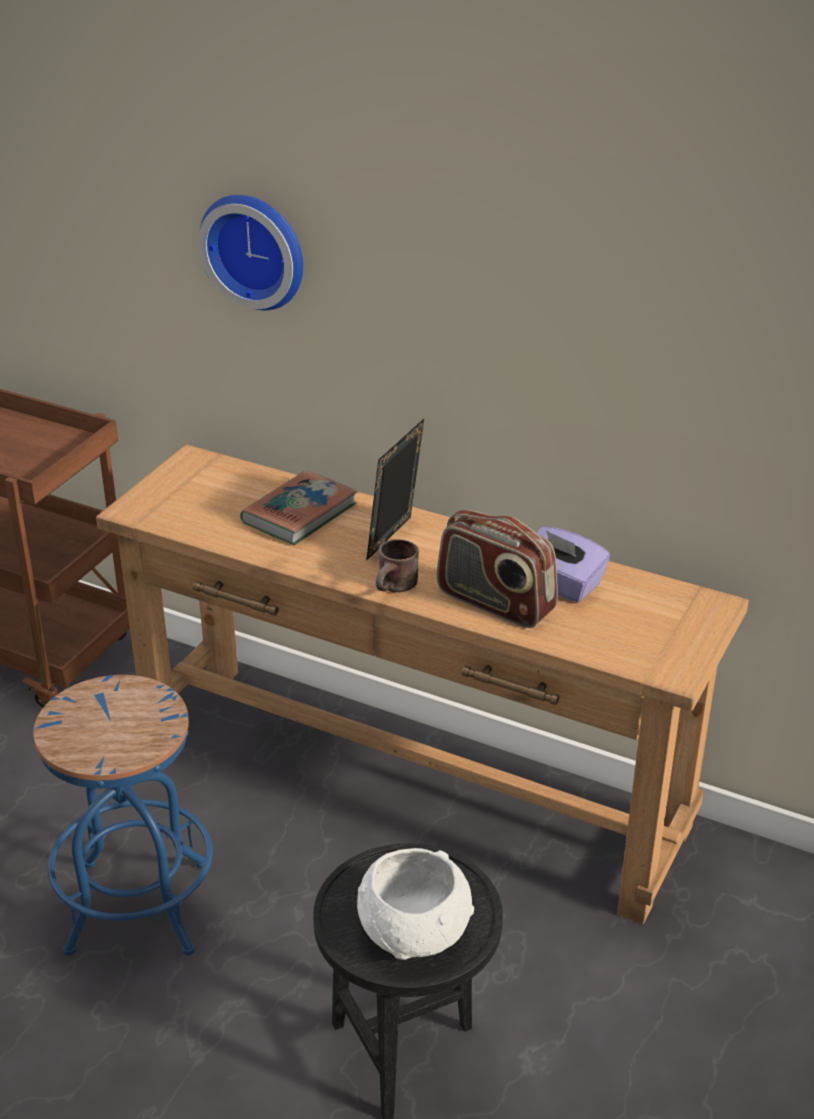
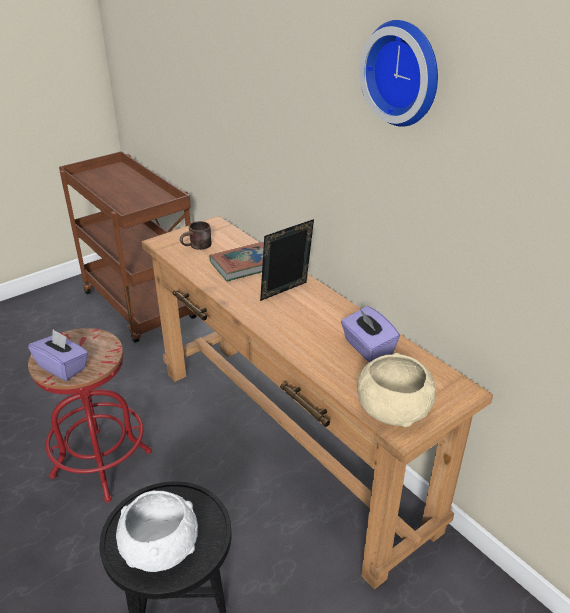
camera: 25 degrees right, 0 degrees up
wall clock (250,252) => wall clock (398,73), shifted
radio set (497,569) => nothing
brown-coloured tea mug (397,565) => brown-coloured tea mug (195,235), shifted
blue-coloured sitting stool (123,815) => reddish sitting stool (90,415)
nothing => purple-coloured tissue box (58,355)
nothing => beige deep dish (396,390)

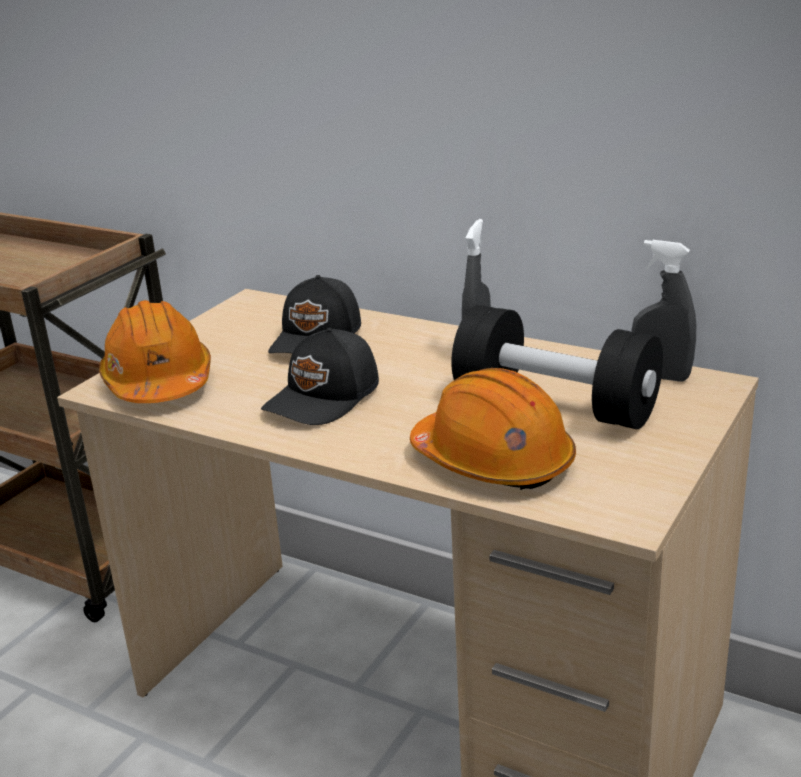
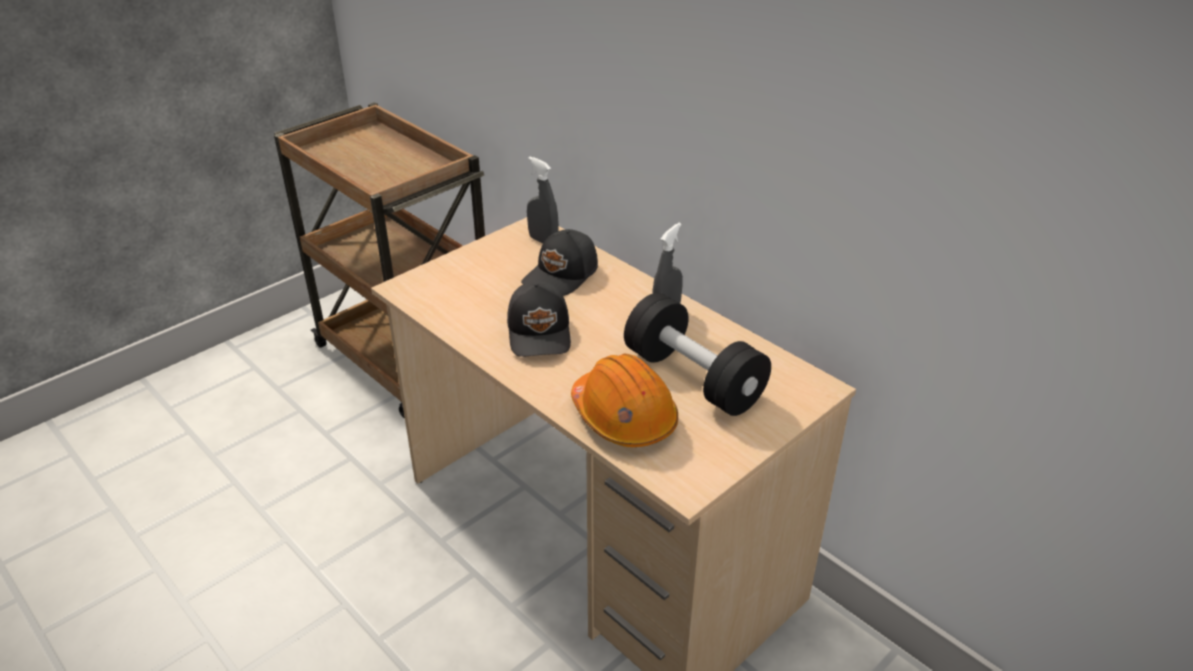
camera: 15 degrees right, 10 degrees up
grey sprayer (664,311) => grey sprayer (543,200), shifted
orangey safety helmet (155,351) => nothing
black-coloured cap (320,376) => black-coloured cap (539,319), 60 degrees counterclockwise

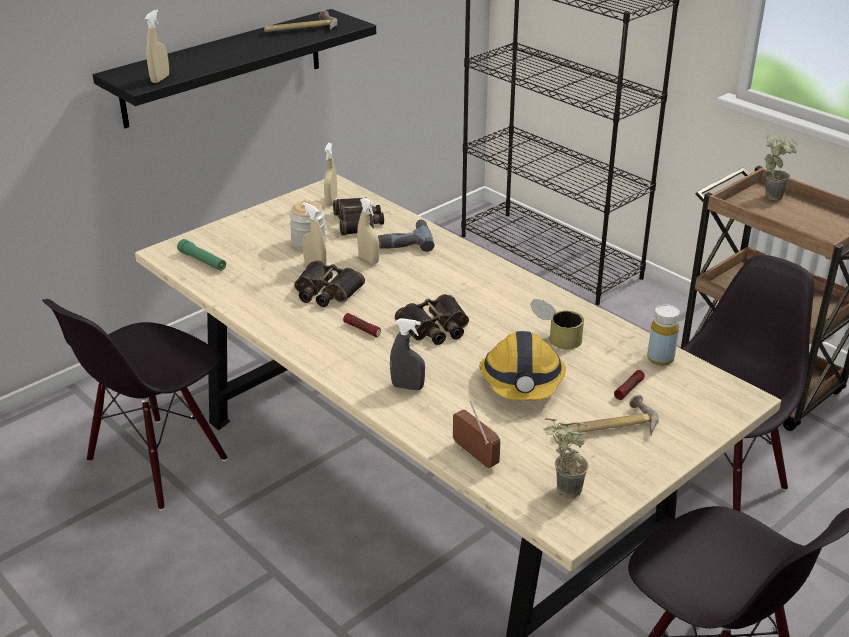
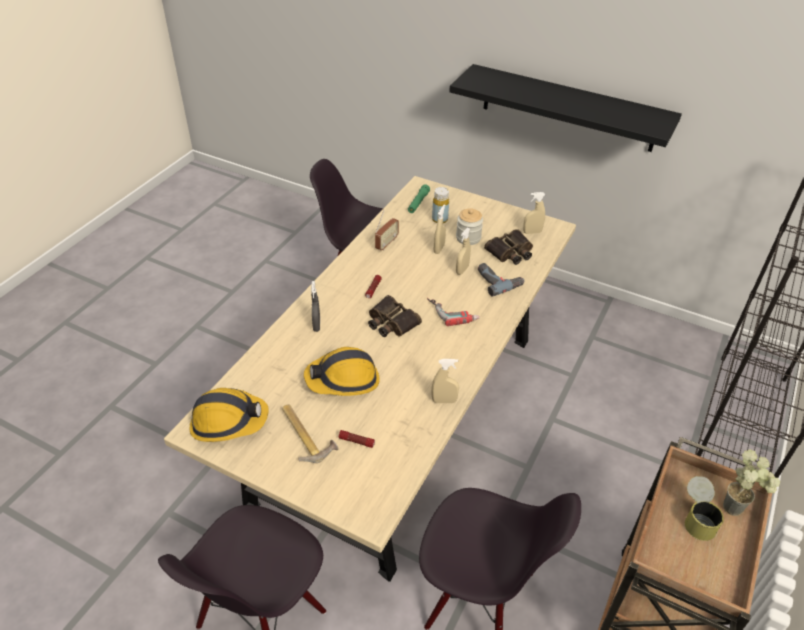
camera: 70 degrees right, 10 degrees up
beige sprayer (157,46) => beige sprayer (445,381), shifted
tool hammer (301,21) => nothing
binoculars (329,283) => nothing
sealed can (557,324) => sealed can (704,508), shifted
yellowish beverage bottle (663,335) => yellowish beverage bottle (440,205), shifted
radio set (476,434) => radio set (387,230), shifted
plant in a pot (566,459) => safety helmet (229,415)
nothing => power drill (453,312)

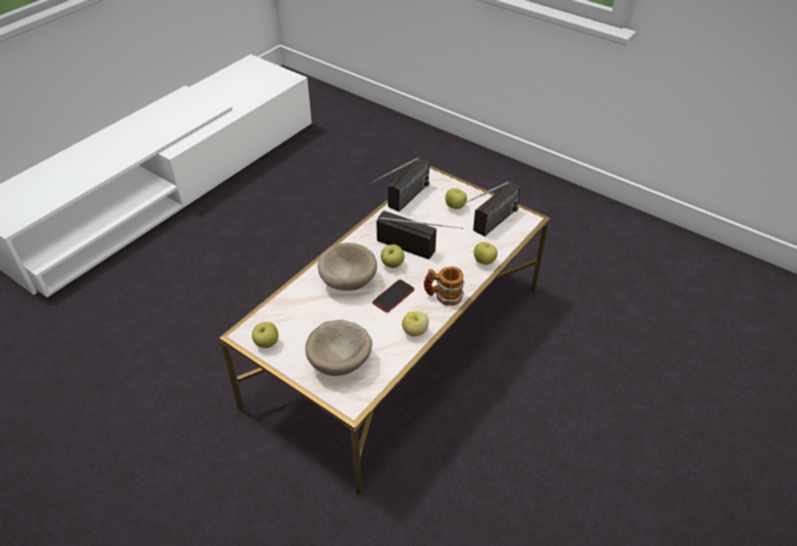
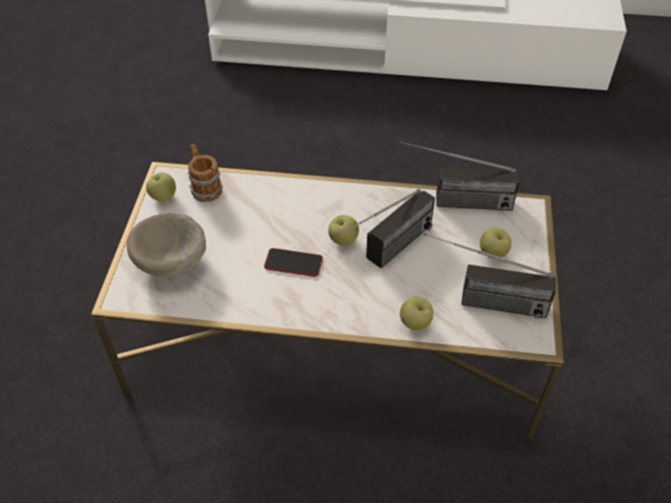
camera: 60 degrees right, 5 degrees up
radio set (419,235) => radio set (386,228), 45 degrees clockwise
beige deep dish (347,267) => nothing
tea mug (444,286) => tea mug (205,173), shifted
apple fruit (415,324) => nothing

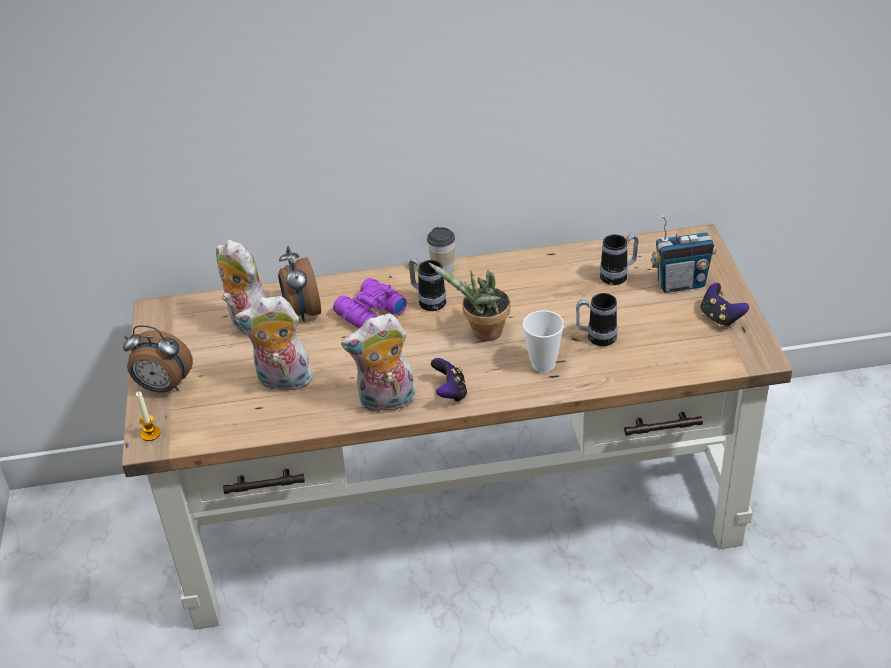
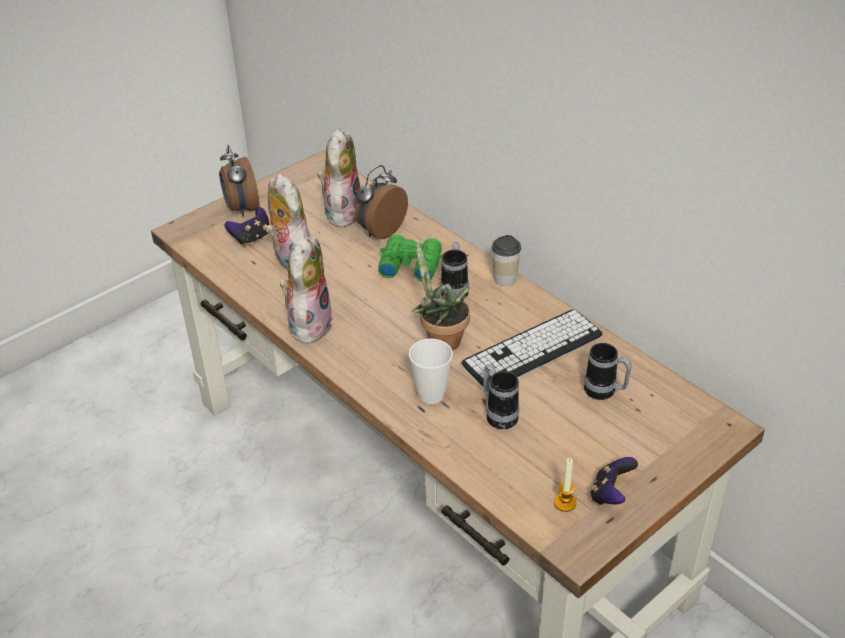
camera: 55 degrees right, 0 degrees up
radio set (683,254) => nothing
purple-coloured binoculars (370,303) => greenish binoculars (410,258)
cuddly toy (378,363) => cuddly toy (306,289), 60 degrees clockwise
gamepad (449,380) => gamepad (247,227), shifted
candle (148,416) => candle (565,485), shifted
nothing => computer keyboard (532,347)

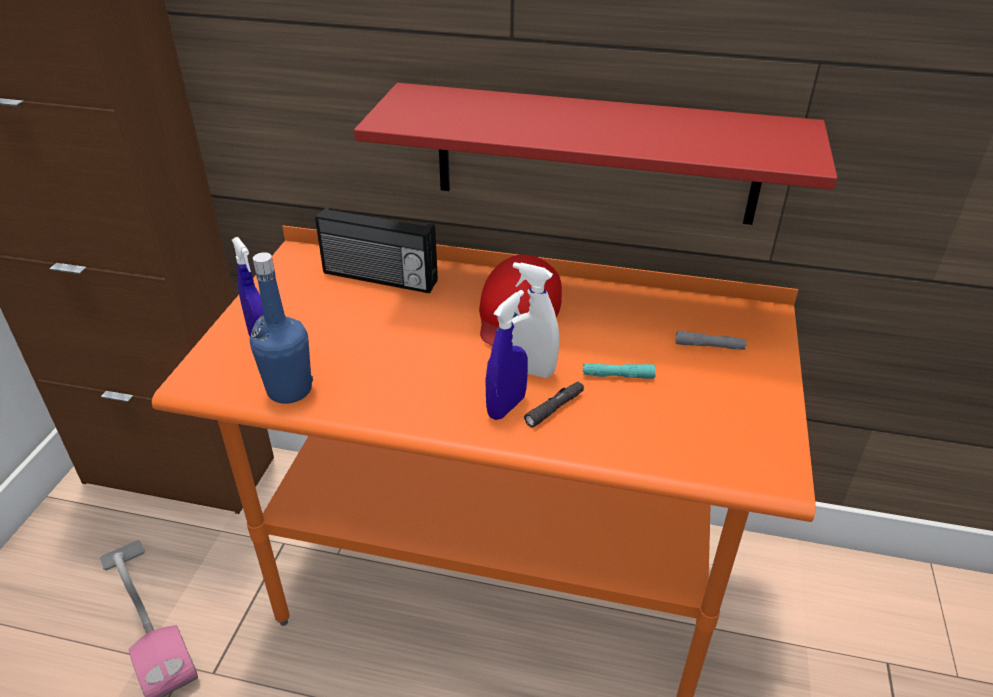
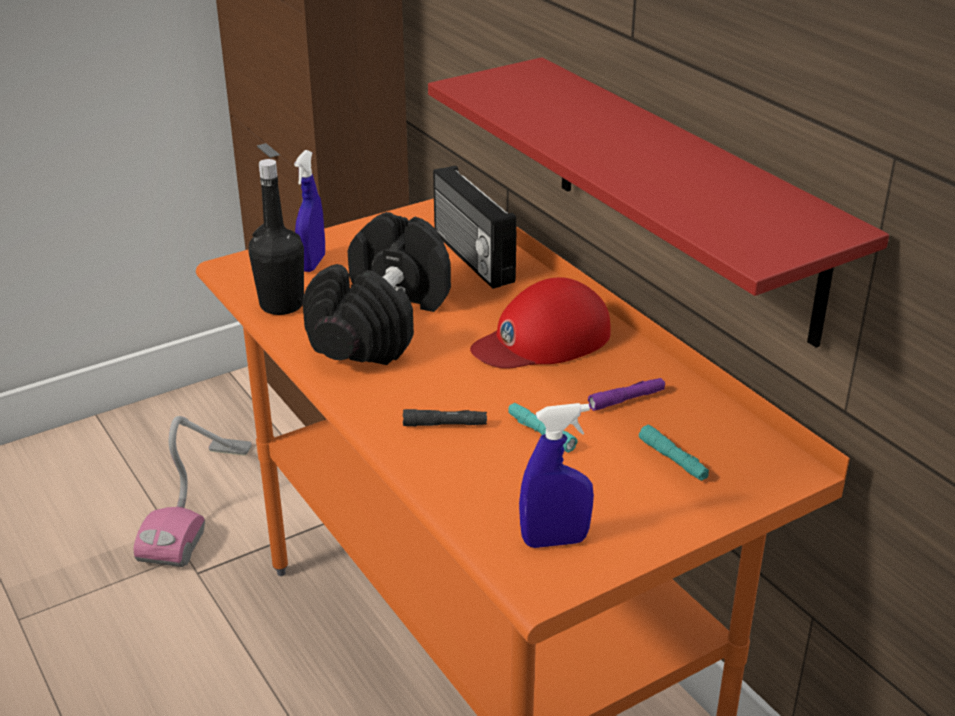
camera: 45 degrees right, 5 degrees down
blue-coloured beverage bottle (281,328) => black-coloured beverage bottle (276,237)
white-coloured sprayer (535,320) => nothing
blue-coloured sprayer (507,355) => blue-coloured sprayer (556,475), shifted
grey torch (711,340) => blue-green torch (674,453)
nothing => black-coloured free weight (376,288)
nothing => purple-coloured torch (626,394)

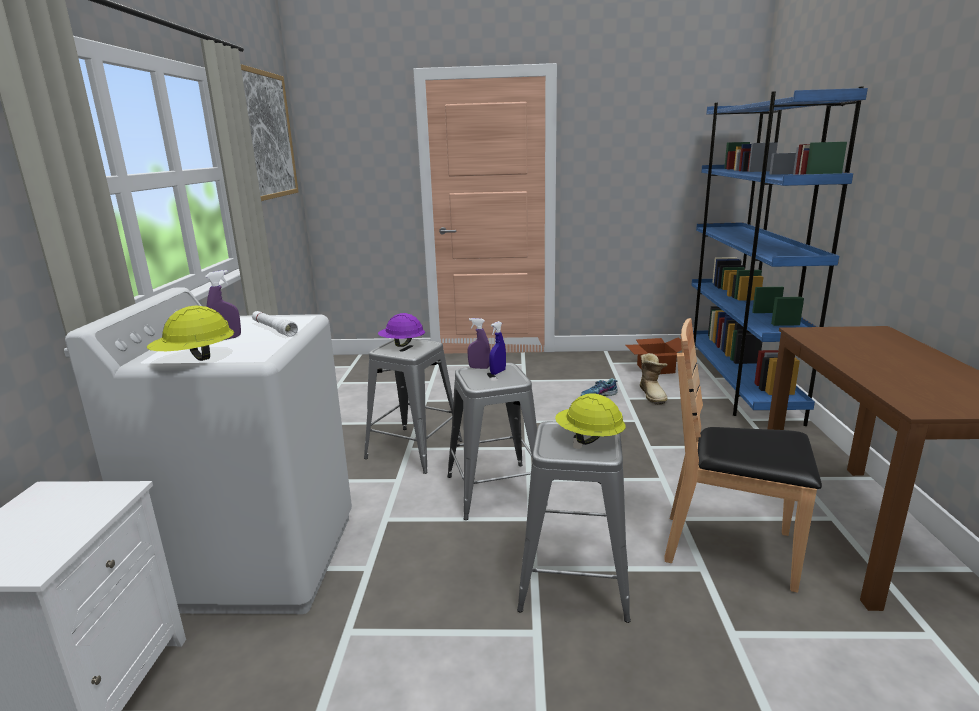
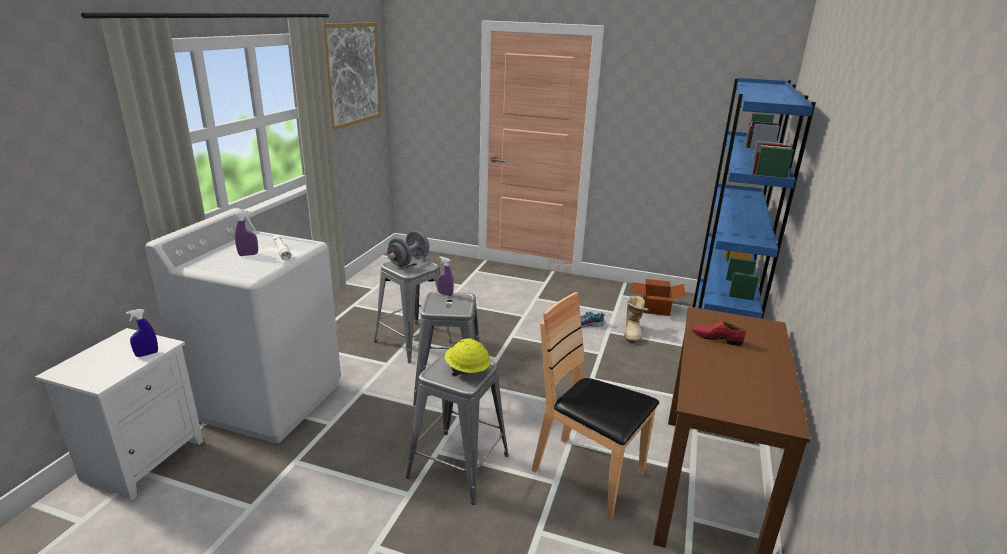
camera: 15 degrees right, 5 degrees up
yellowish safety helmet (190,333) => nothing
purple-coloured safety helmet (401,330) => grey free weight (408,249)
blue-coloured sprayer (497,348) => blue-coloured sprayer (142,333), shifted
nothing => reddish low shoe (719,333)

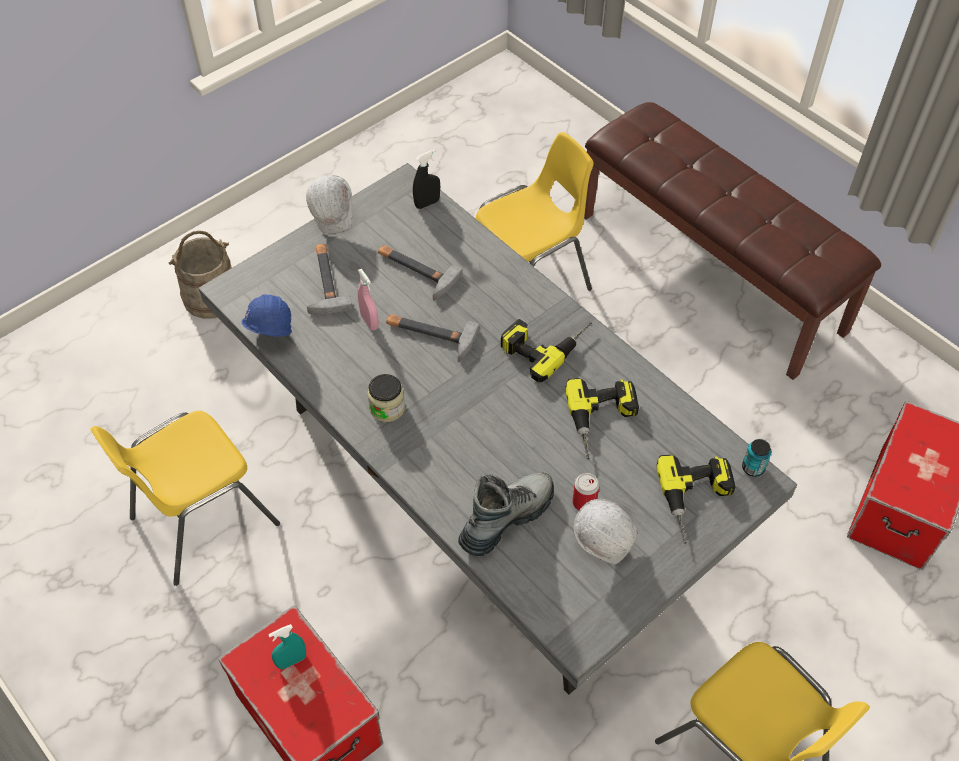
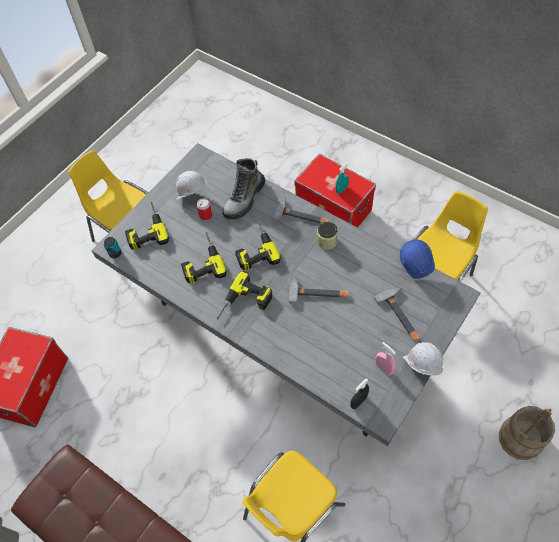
camera: 170 degrees right, 5 degrees up
tool hammer (420,273) => tool hammer (301,210), shifted
pinkish sprayer (368,299) => pinkish sprayer (386,359), shifted
nothing => power drill (257,245)

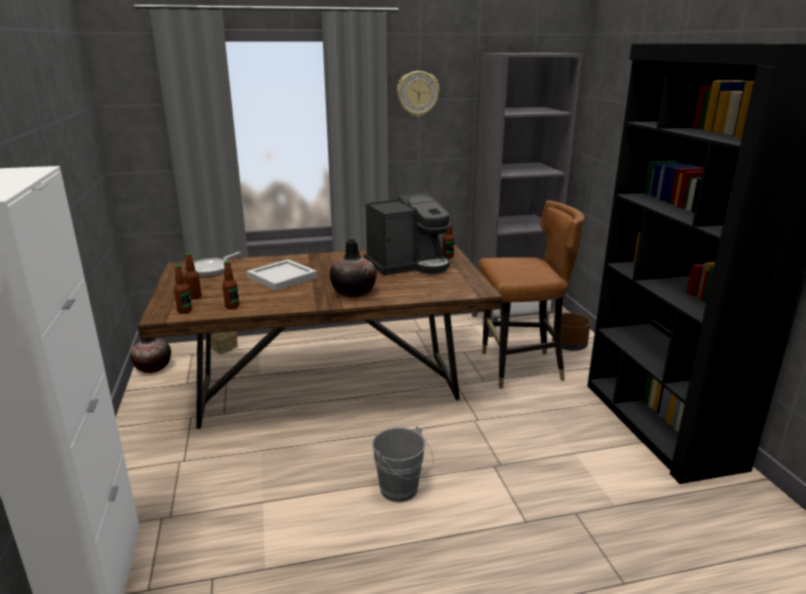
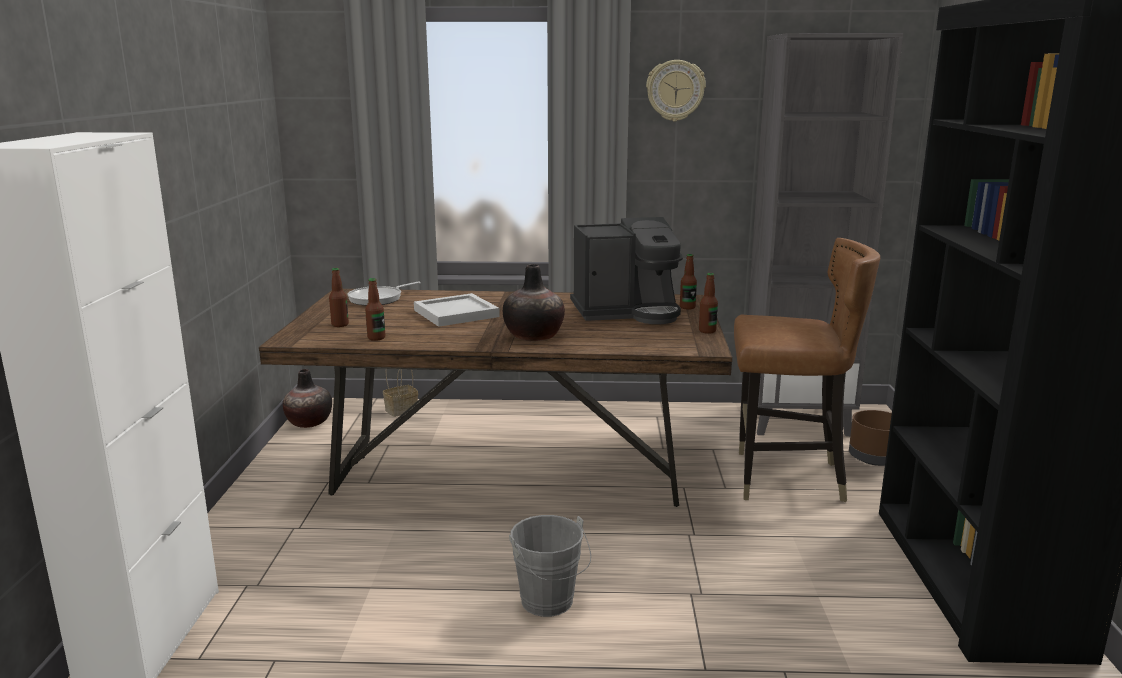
camera: 15 degrees right, 5 degrees down
beverage bottle (183,289) => beverage bottle (708,303), shifted

